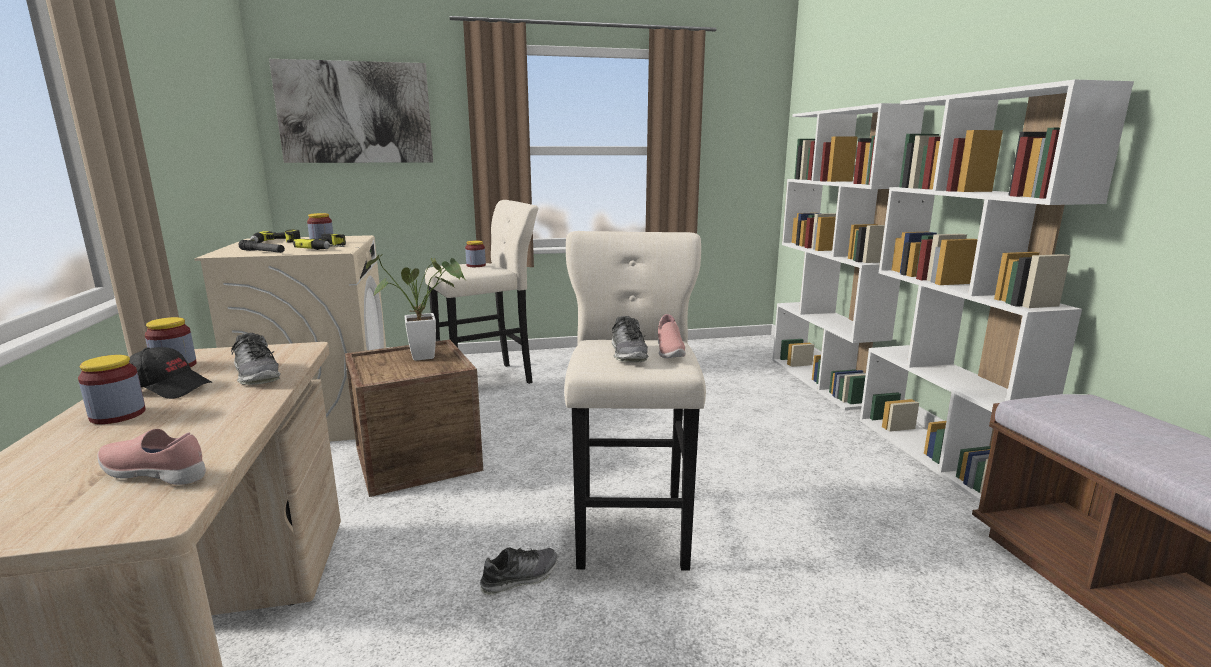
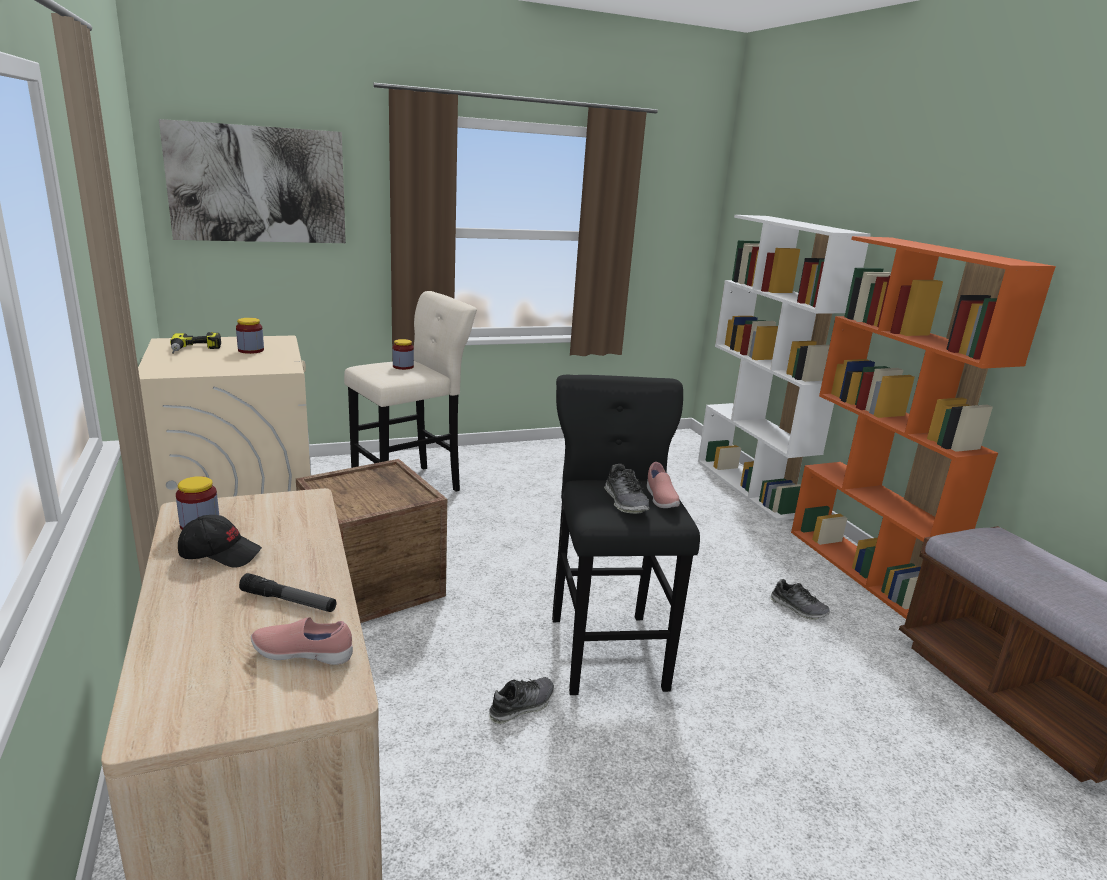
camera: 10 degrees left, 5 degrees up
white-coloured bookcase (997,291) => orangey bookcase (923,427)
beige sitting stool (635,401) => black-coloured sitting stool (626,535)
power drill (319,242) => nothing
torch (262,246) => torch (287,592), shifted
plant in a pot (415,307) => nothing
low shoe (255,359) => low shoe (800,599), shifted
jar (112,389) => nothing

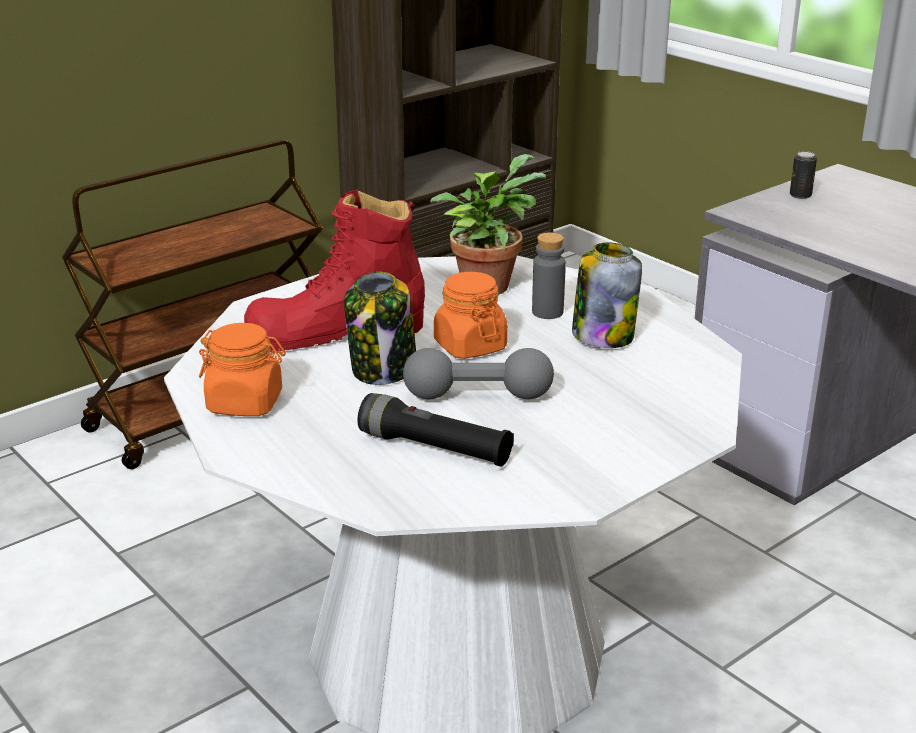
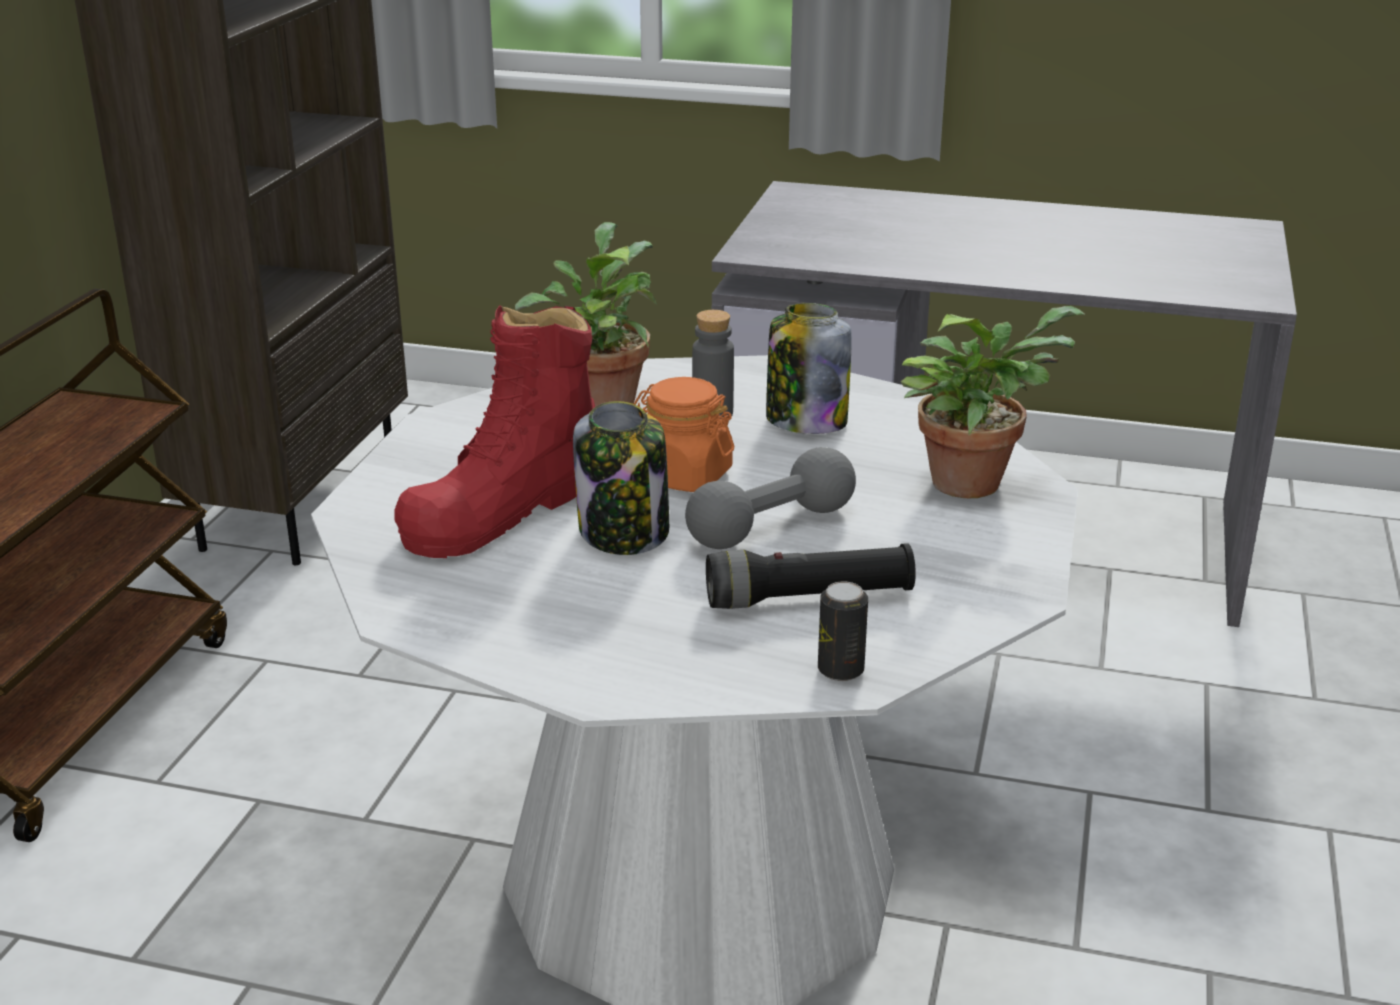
camera: 35 degrees left, 0 degrees up
sealed can (803,175) => sealed can (843,631), shifted
orangey jar (242,369) => nothing
nothing => plant in a pot (992,402)

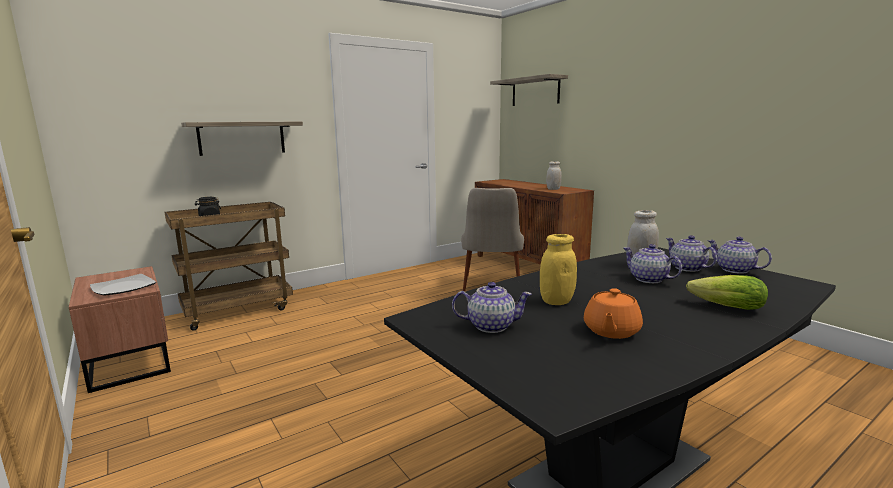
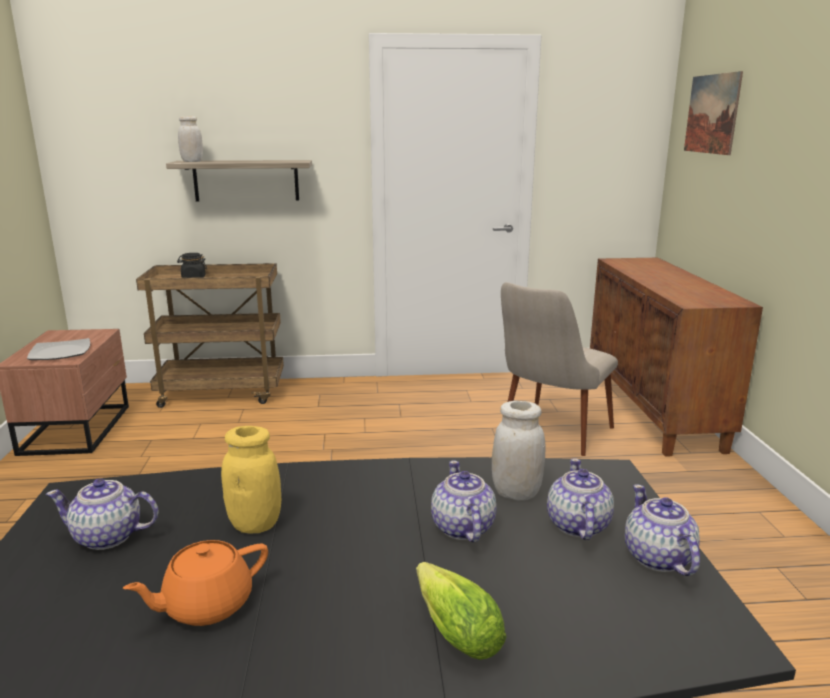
camera: 30 degrees right, 5 degrees up
shelf (529,90) => wall art (713,113)
white-coloured jar (554,175) => white-coloured jar (190,139), shifted
pot for tea (492,307) => pot for tea (102,514), 150 degrees clockwise

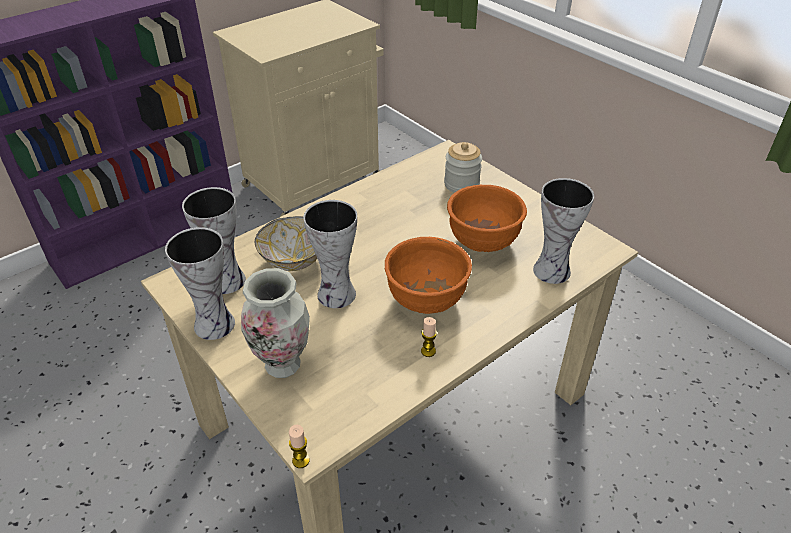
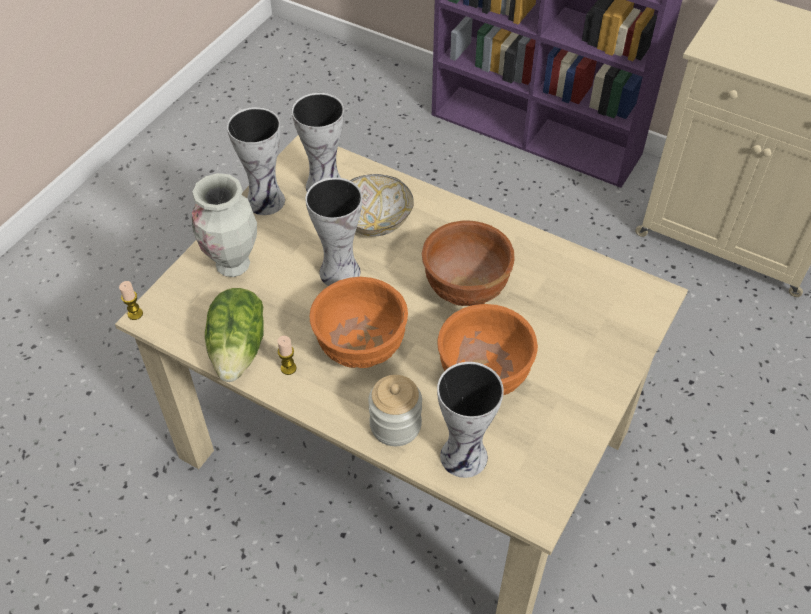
camera: 70 degrees right, 10 degrees up
jar (463,167) => jar (395,410), shifted
nothing => brown-coloured deep dish (468,263)
nothing => lettuce head (234,335)

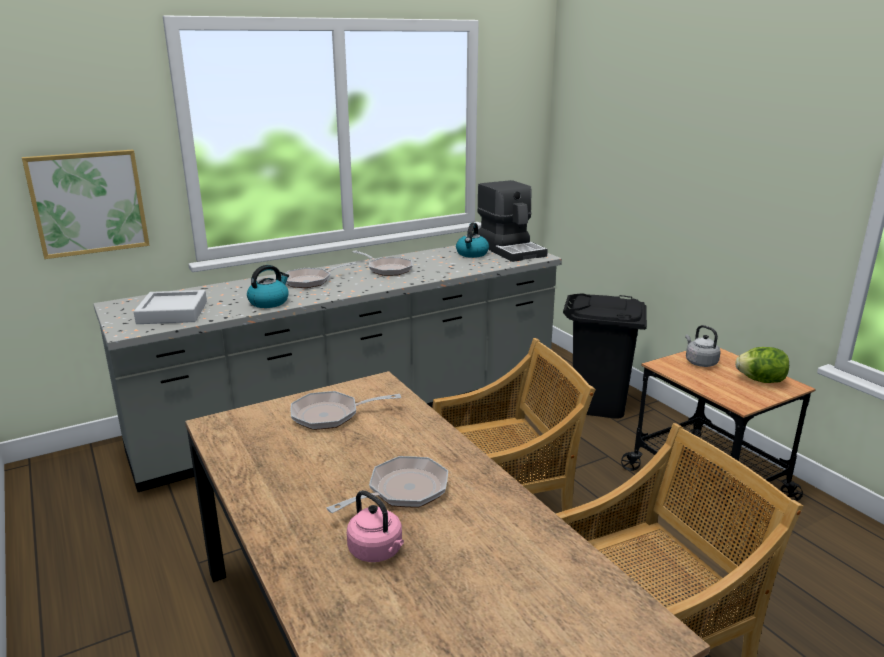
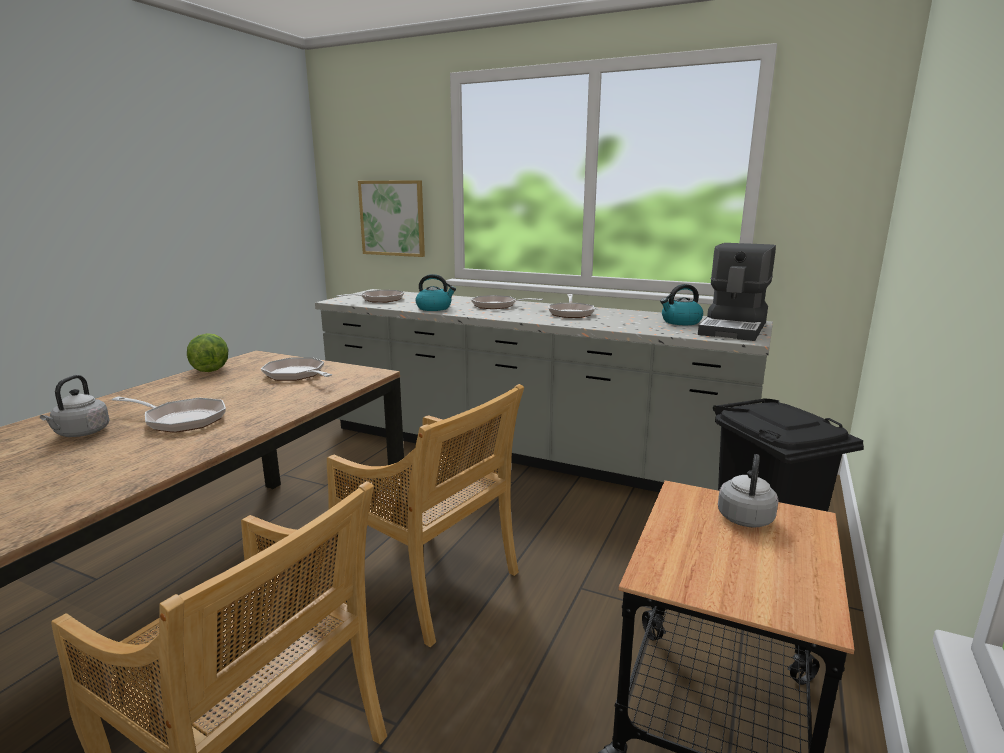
camera: 55 degrees right, 5 degrees down
grey serving tray (170,307) => pan (370,296)
lettuce head (762,365) => lettuce head (208,352), shifted
pinkish kettle (375,526) => grey kettle (75,406)

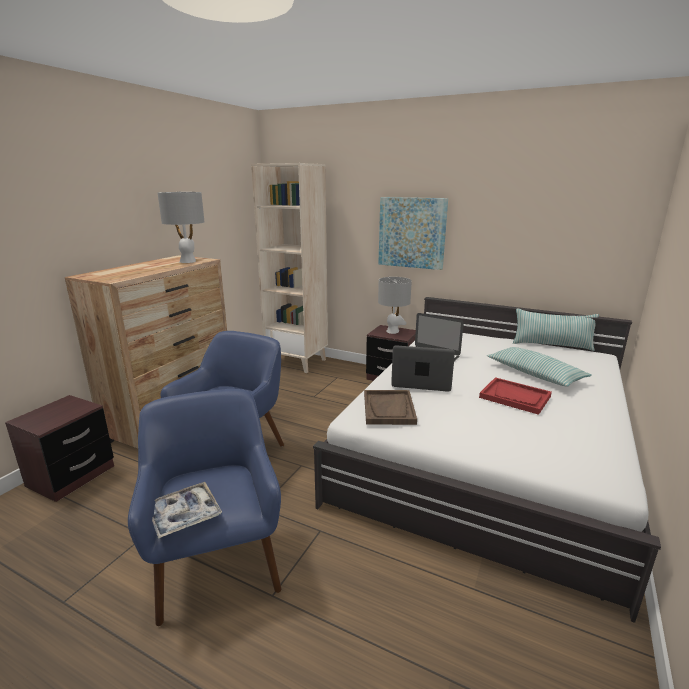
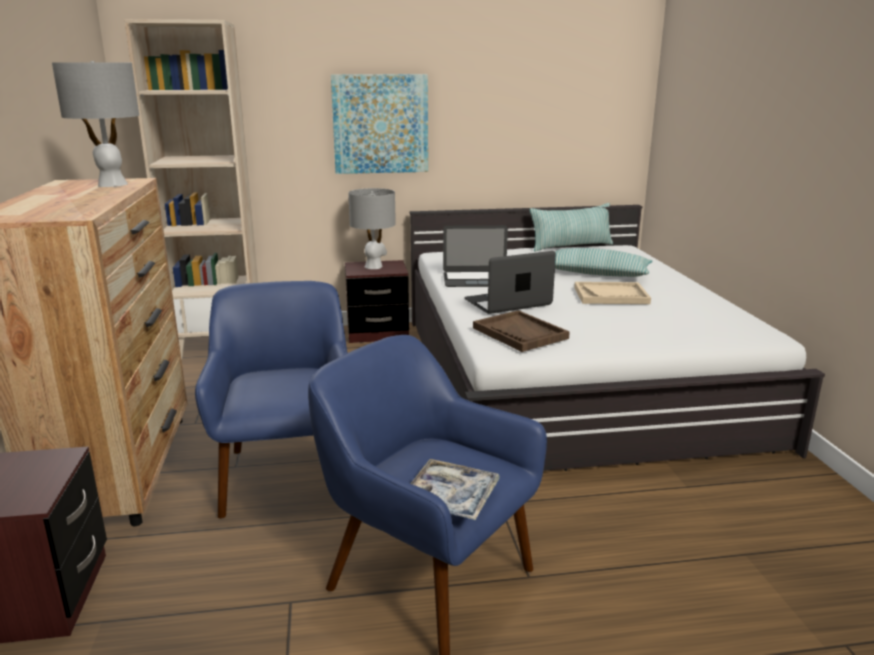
camera: 35 degrees left, 0 degrees up
reddish serving tray (515,396) => beige serving tray (612,293)

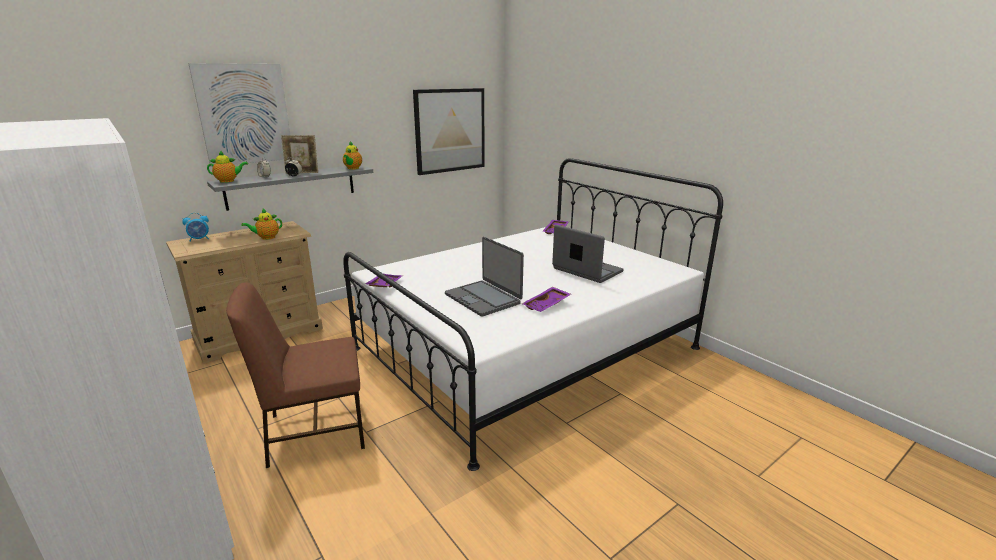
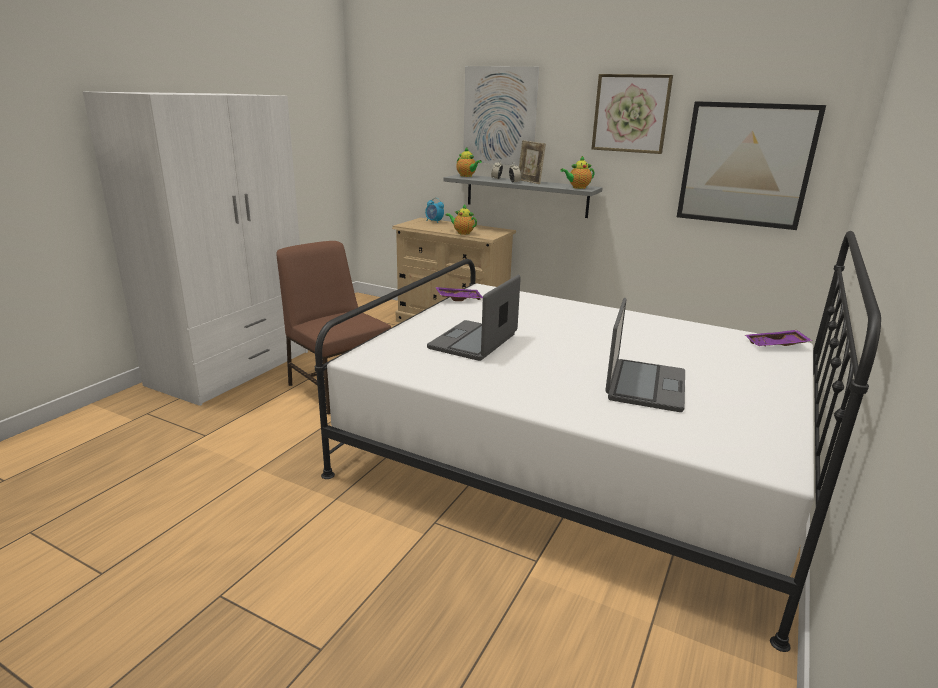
camera: 65 degrees right, 0 degrees up
purple-coloured serving tray (546,299) => nothing
nothing => wall art (632,114)

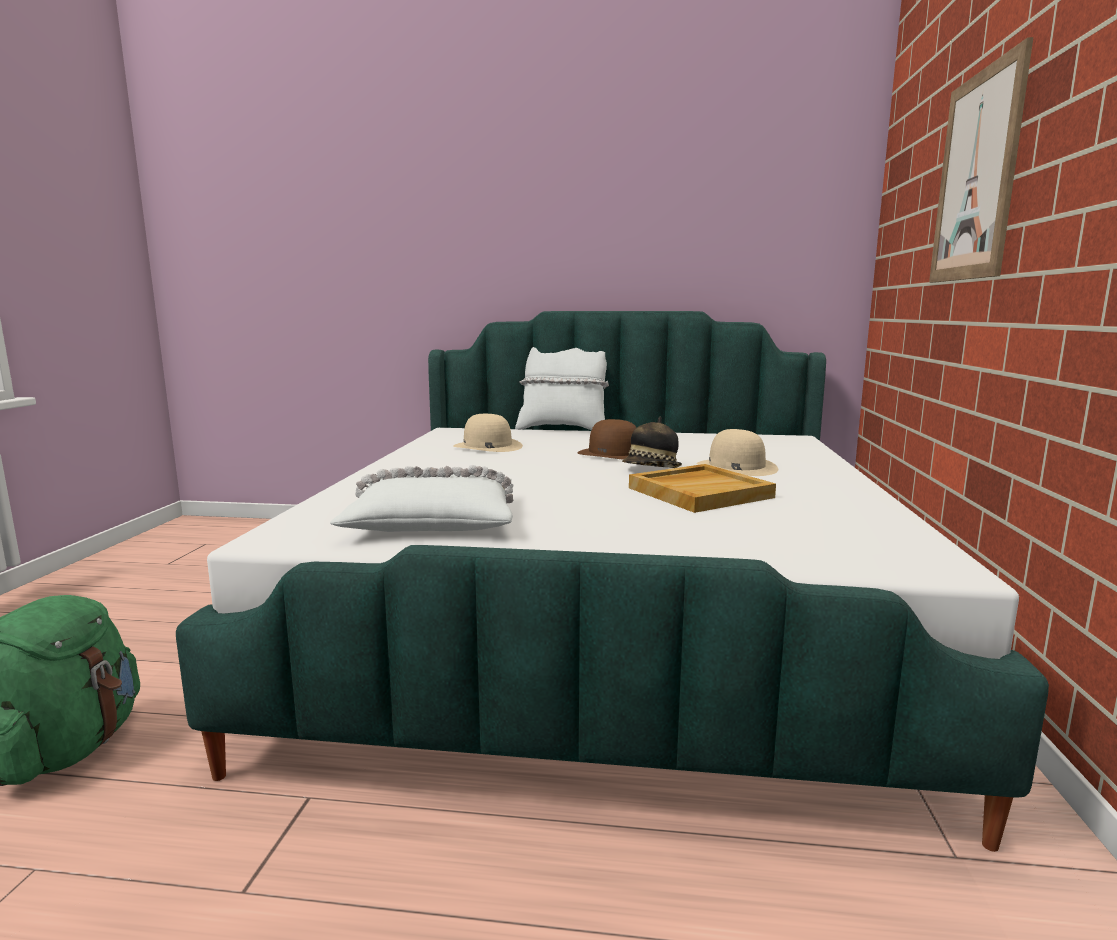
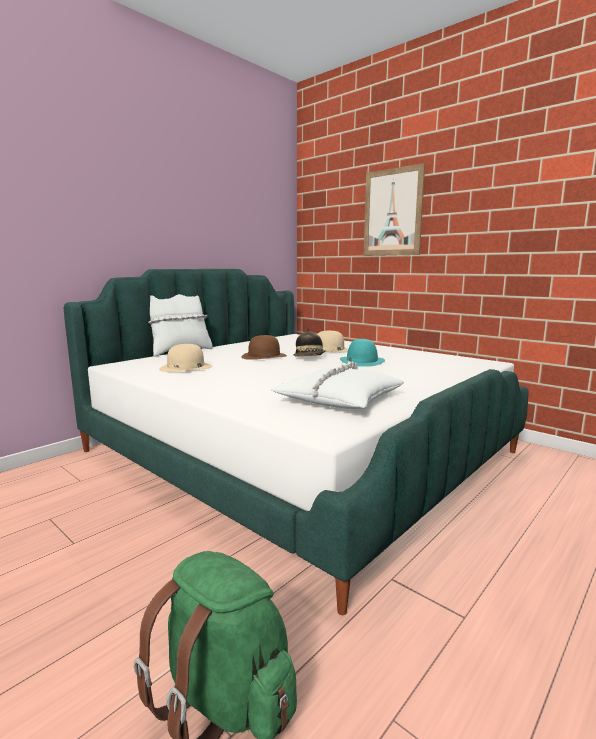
camera: 55 degrees left, 0 degrees up
beige serving tray (702,488) => blue-green clothing hat (362,353)

